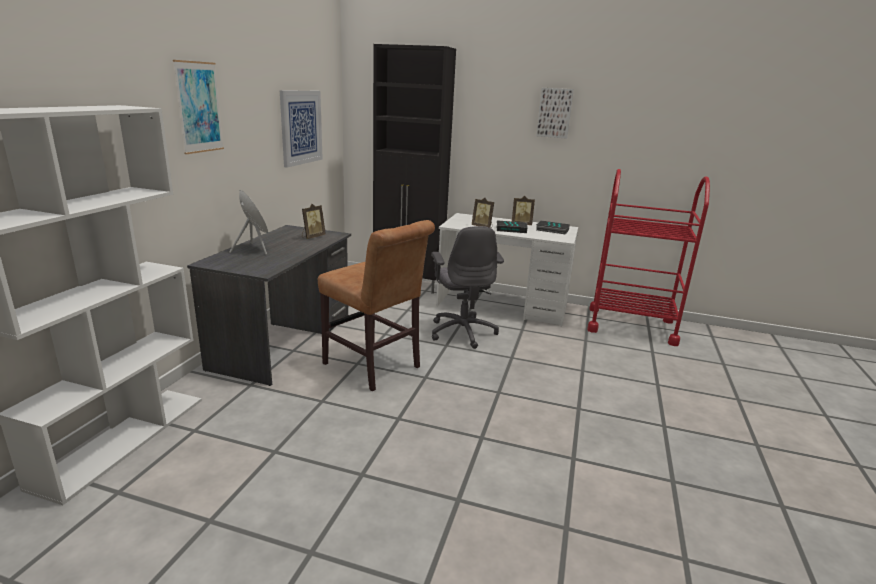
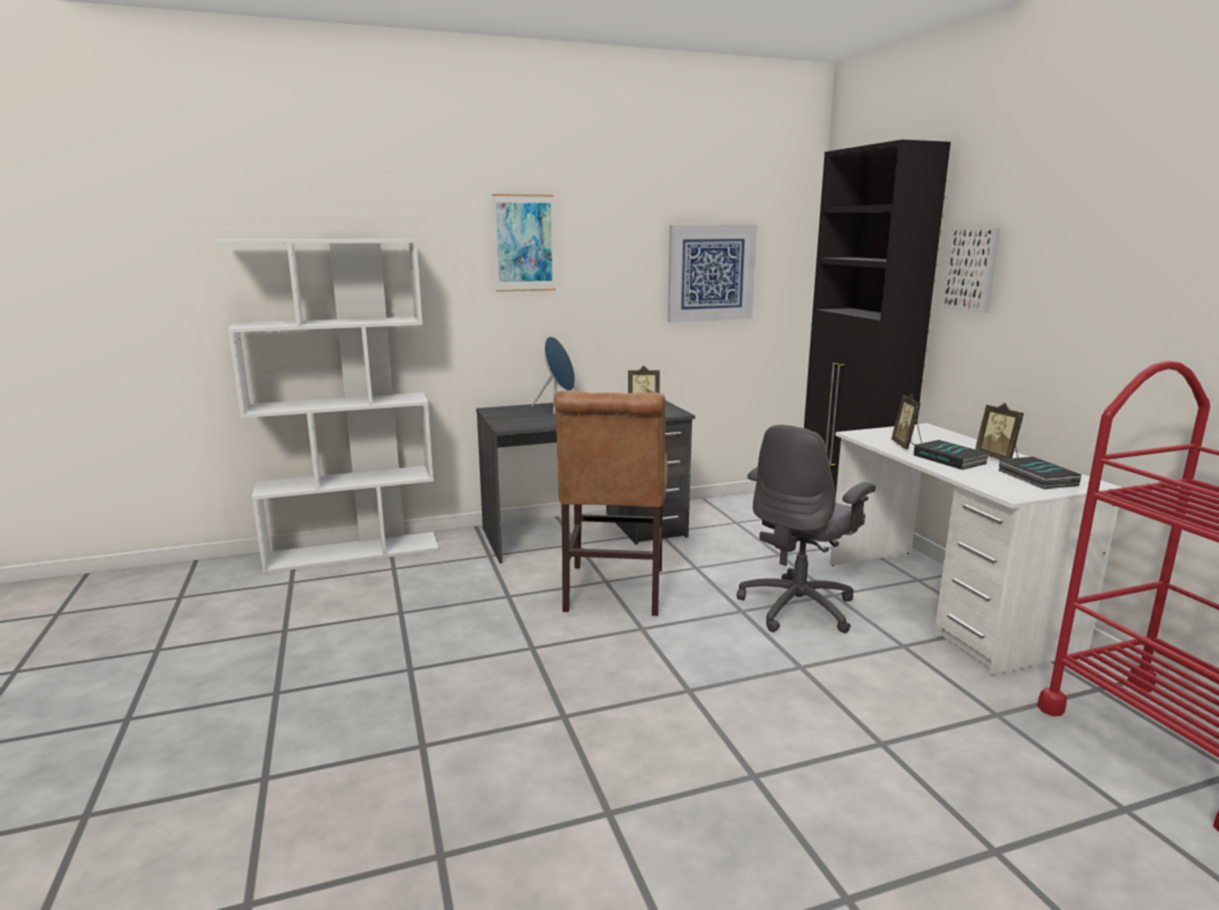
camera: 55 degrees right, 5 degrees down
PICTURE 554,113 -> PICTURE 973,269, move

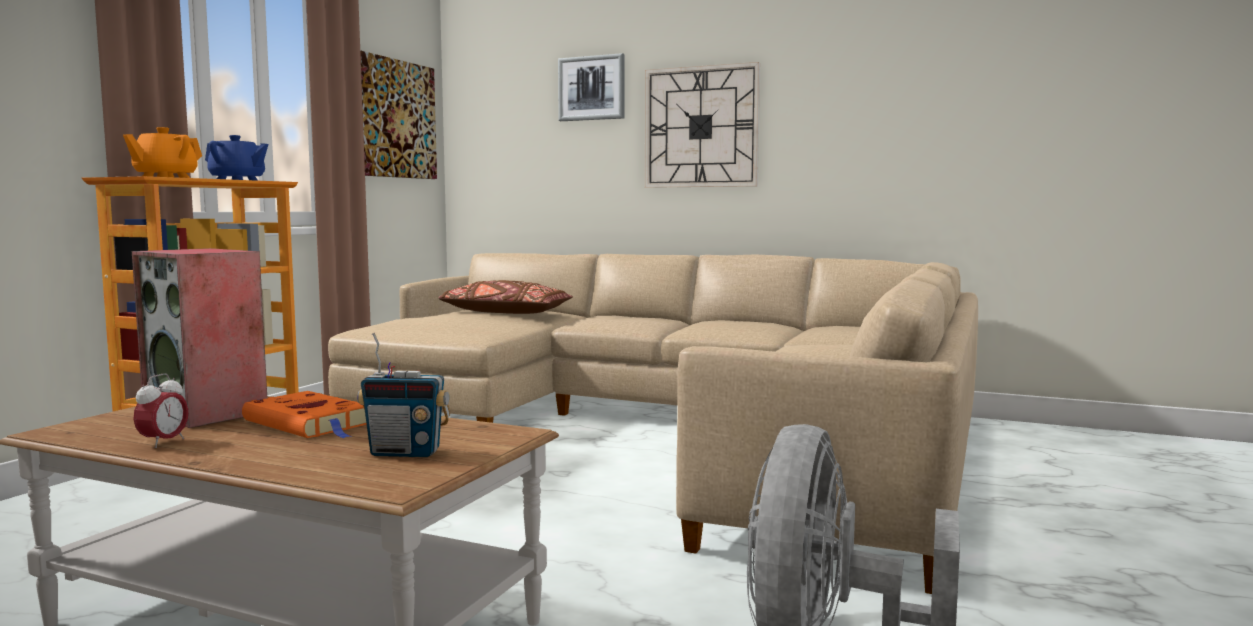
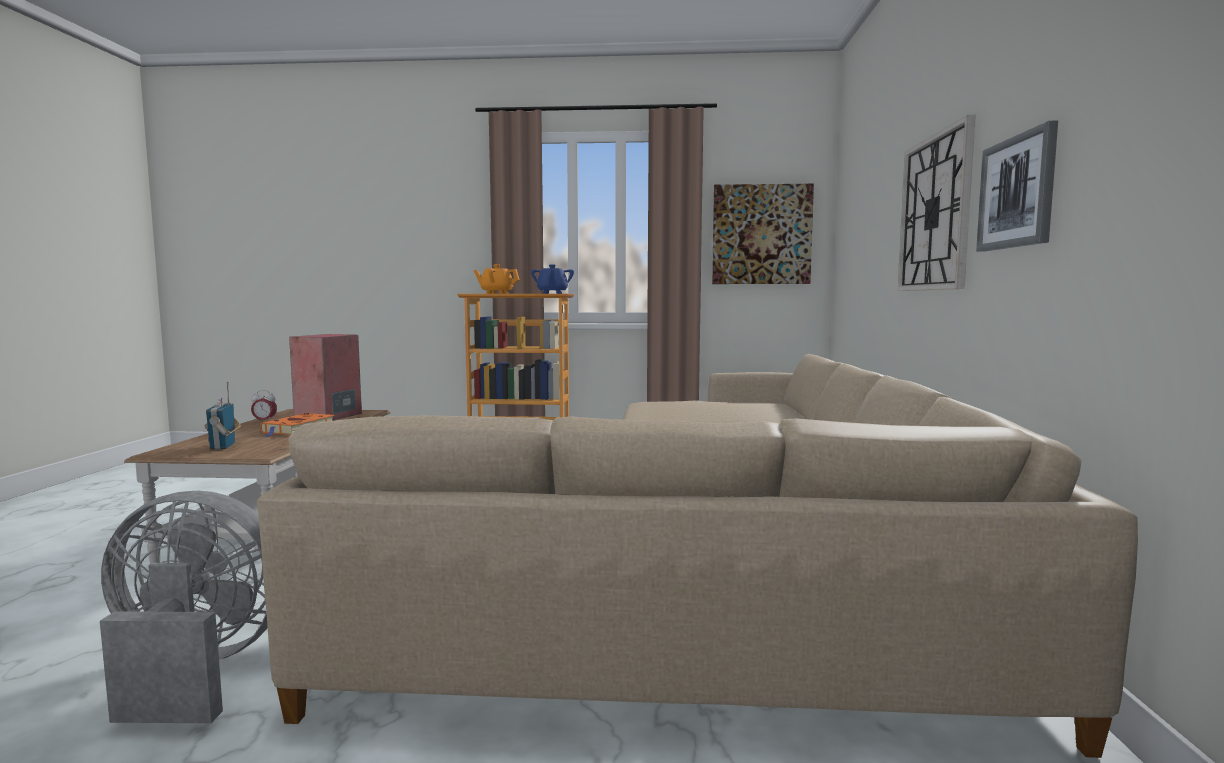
camera: 70 degrees right, 0 degrees up
BROWNISH CUSHION 505,312 -> none
PICTURE 591,88 -> PICTURE 1017,192, move

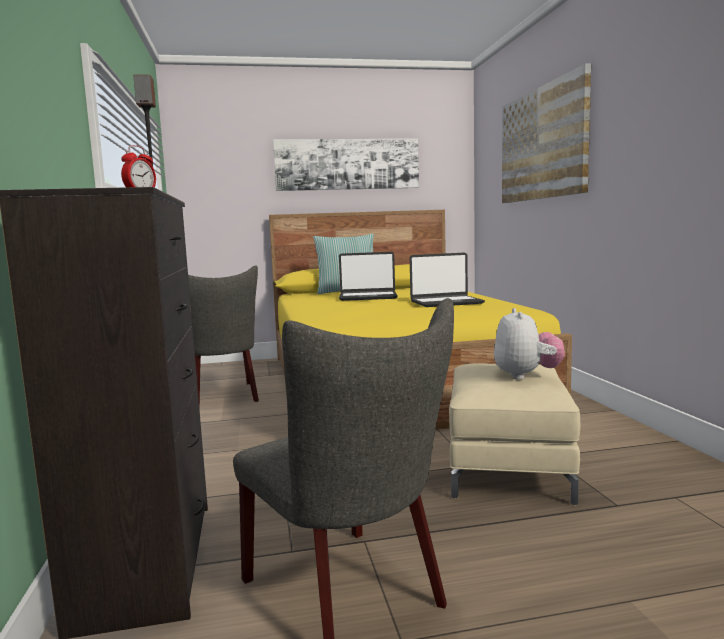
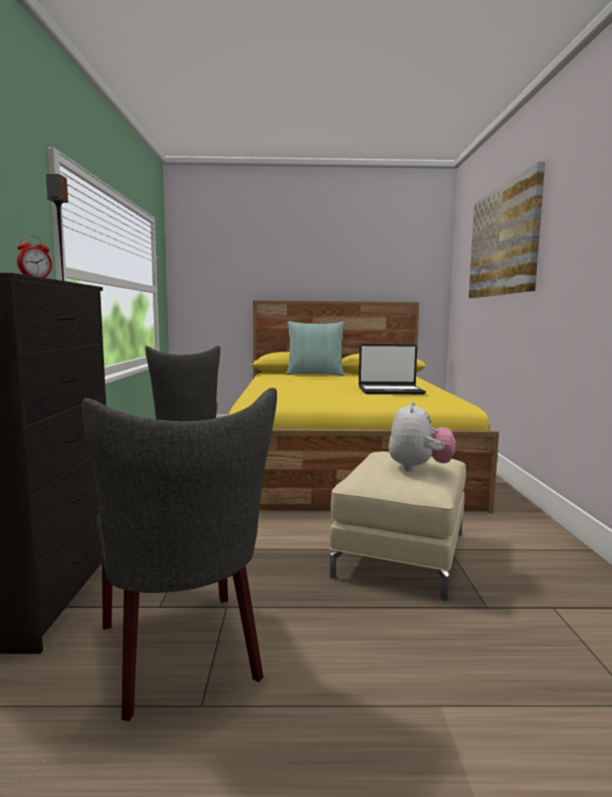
camera: 10 degrees right, 0 degrees up
PICTURE 347,164 -> none
LAPTOP 368,297 -> none

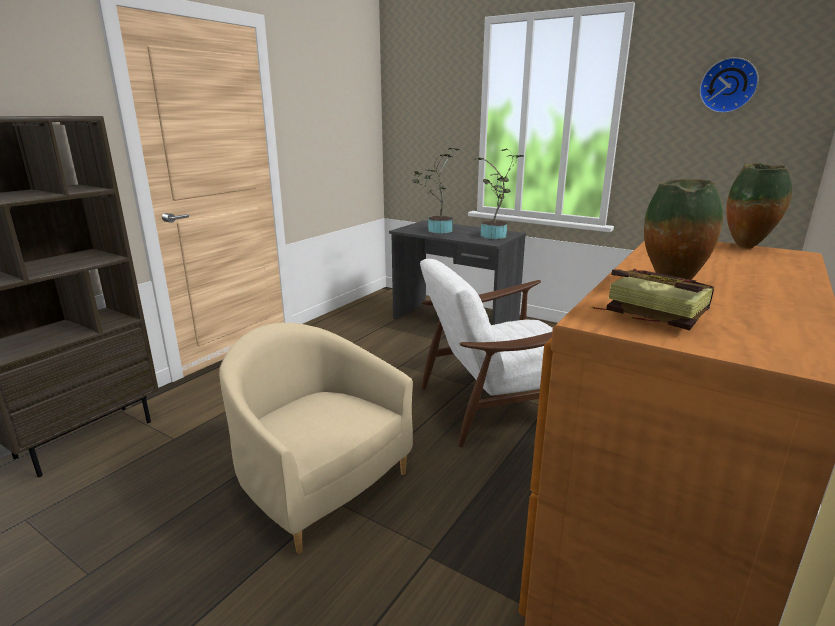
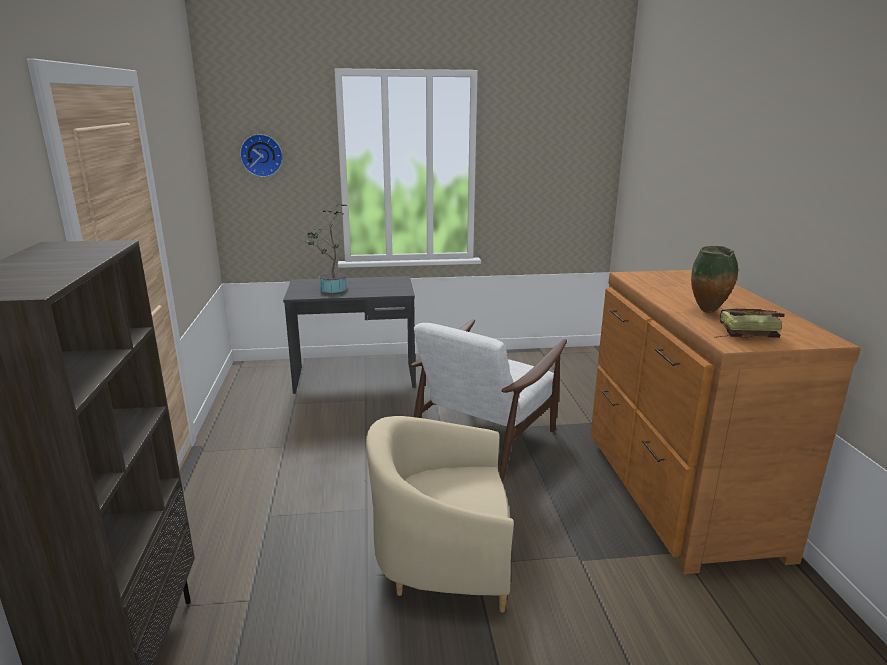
camera: 40 degrees left, 0 degrees up
POTTED PLANT 494,236 -> none
HANGING CLOCK 728,85 -> HANGING CLOCK 262,155, move
VASE 747,248 -> none

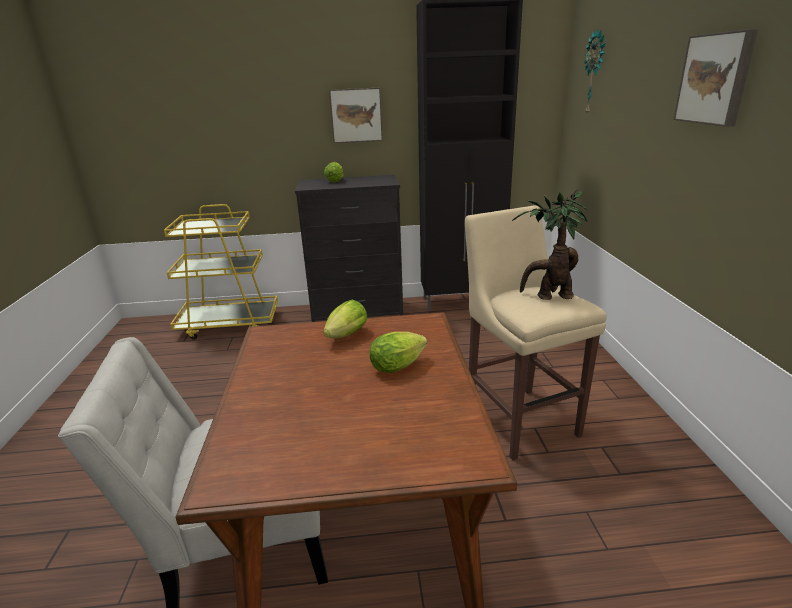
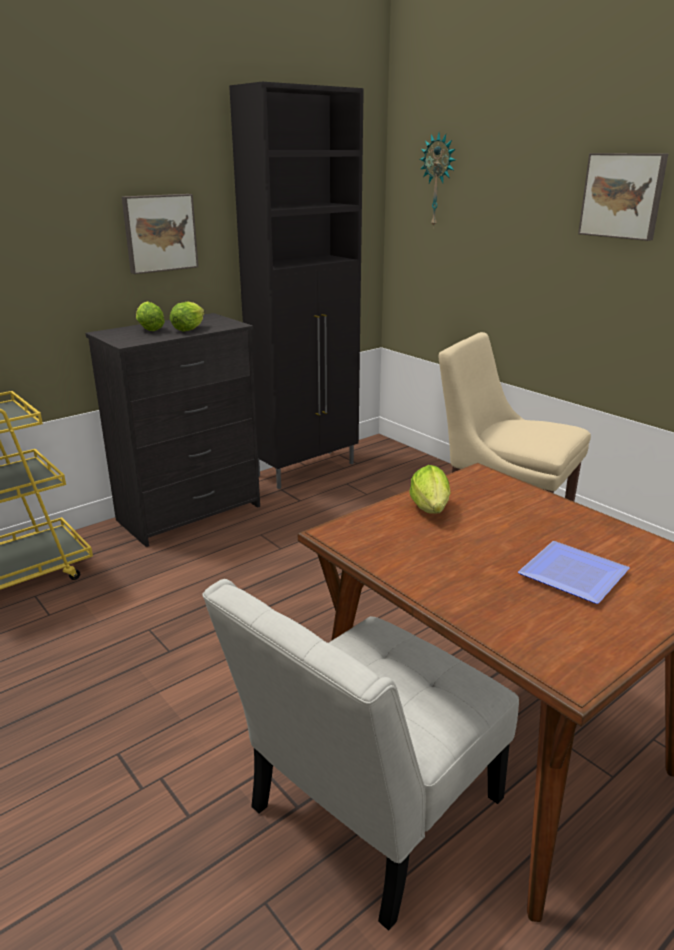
camera: 35 degrees left, 0 degrees up
LETTUCE HEAD 400,365 -> LETTUCE HEAD 190,329, move
POTTED PLANT 549,296 -> none
none -> DINNER PLATE 574,577

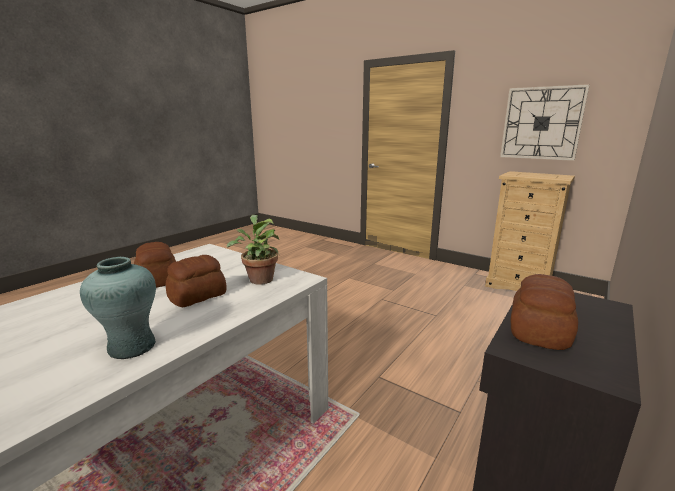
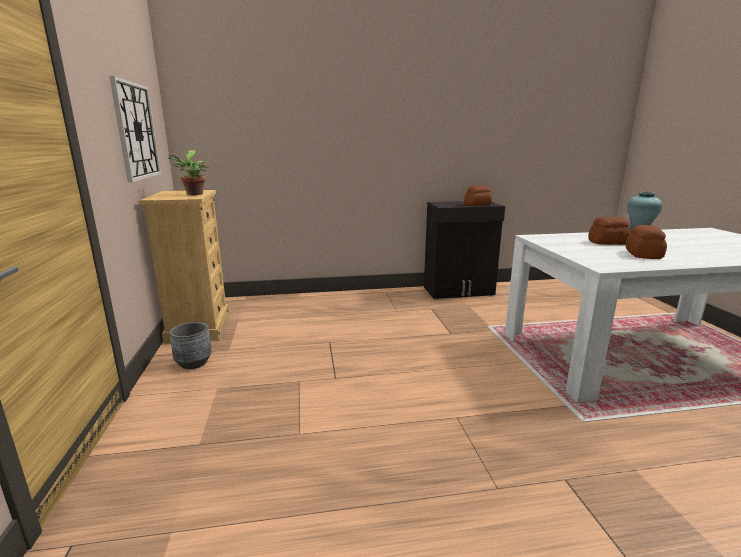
camera: 135 degrees left, 0 degrees up
POTTED PLANT 259,279 -> POTTED PLANT 194,194, move
none -> GREYISH PLANT POT 194,363

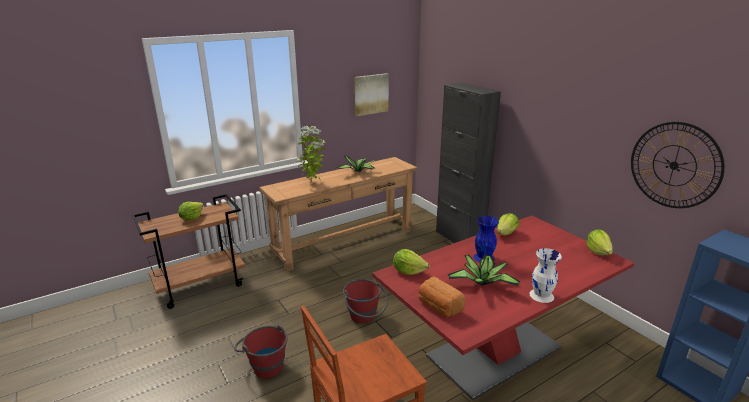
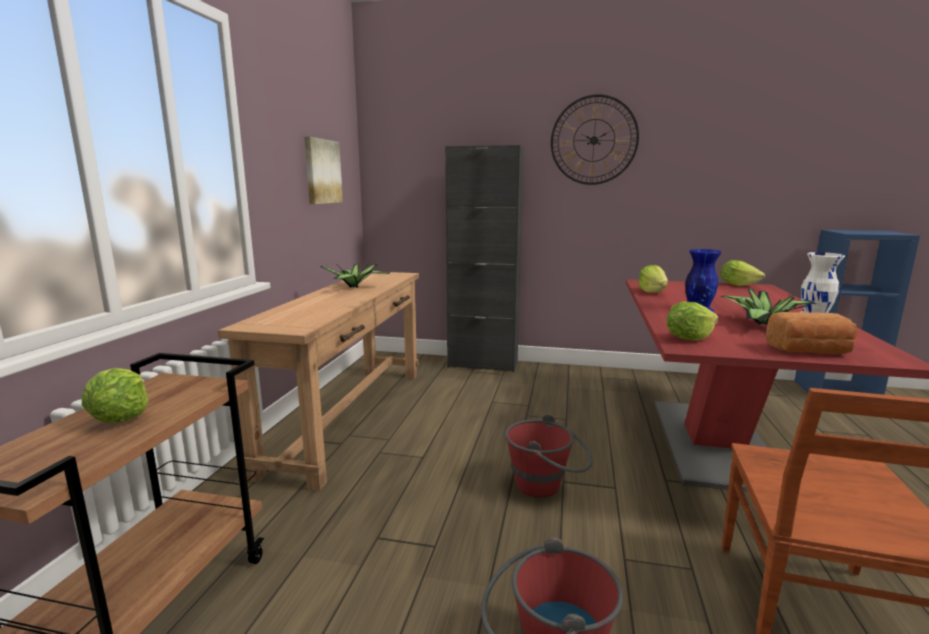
camera: 45 degrees left, 10 degrees down
POTTED PLANT 312,183 -> none
HANGING CLOCK 674,165 -> HANGING CLOCK 594,140, move

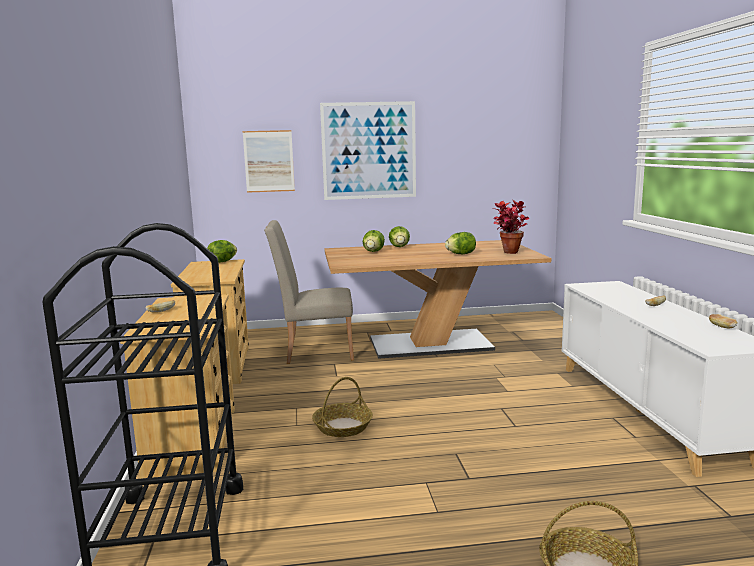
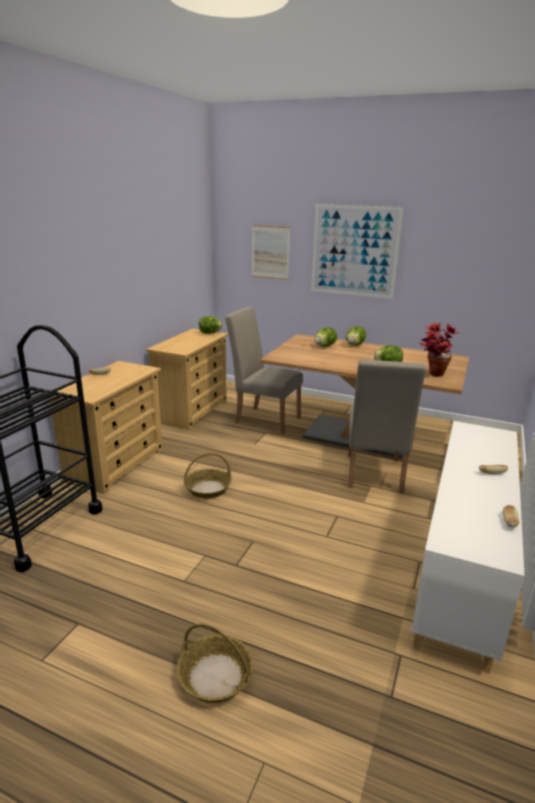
camera: 30 degrees right, 10 degrees up
none -> SAND-COLOURED PLAIN CHAIR 373,476

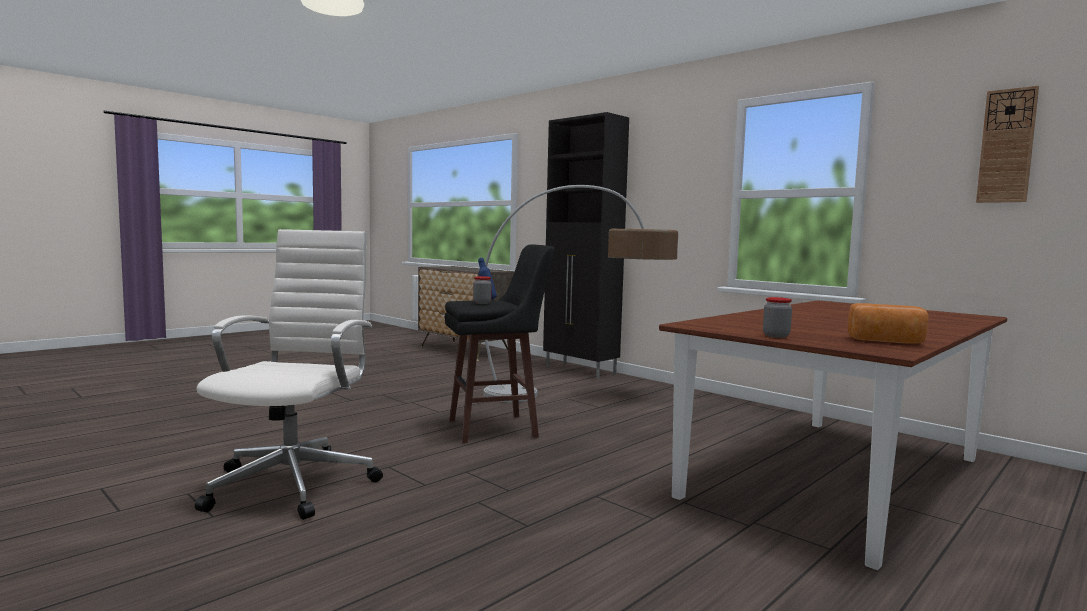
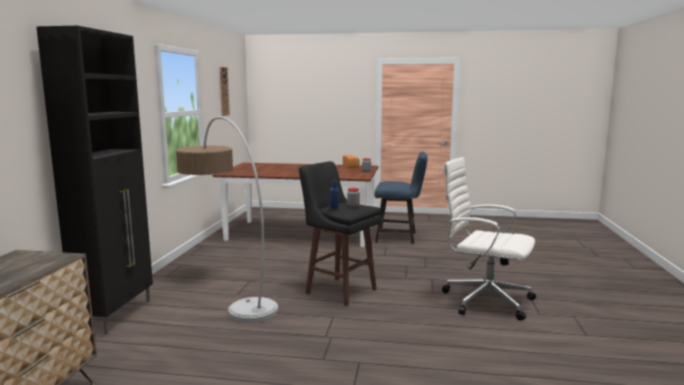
camera: 125 degrees left, 5 degrees up
WHITISH DESK CHAIR 295,483 -> WHITISH DESK CHAIR 484,300, 60 degrees clockwise
none -> BLUISH PLAIN CHAIR 399,237

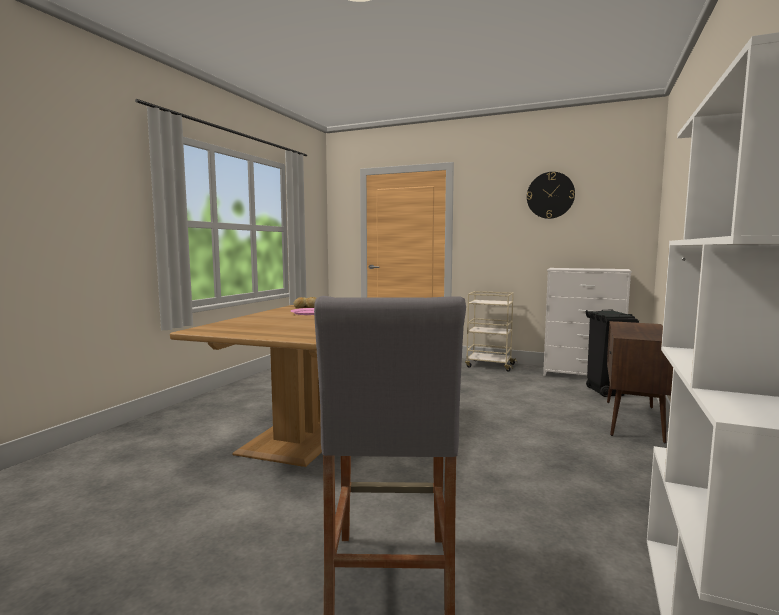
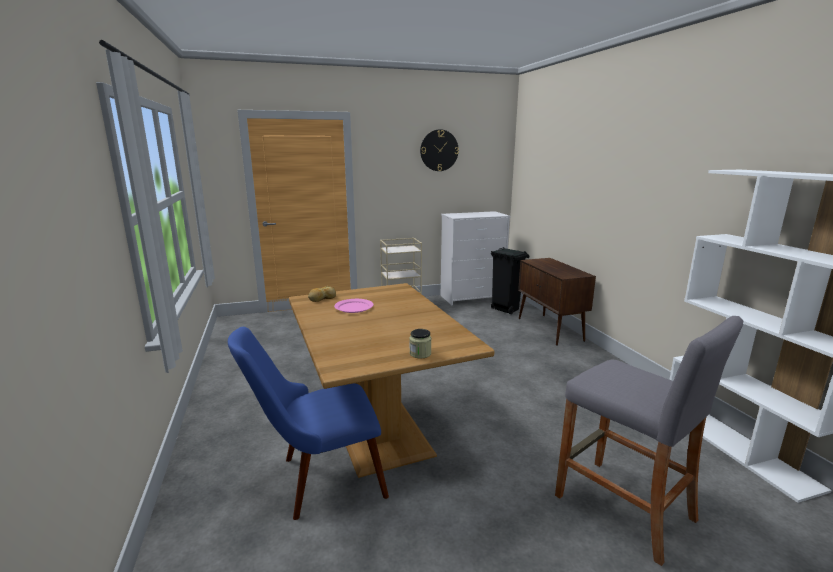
camera: 40 degrees left, 10 degrees up
none -> BLUISH PLAIN CHAIR 318,480
none -> JAR 420,353

